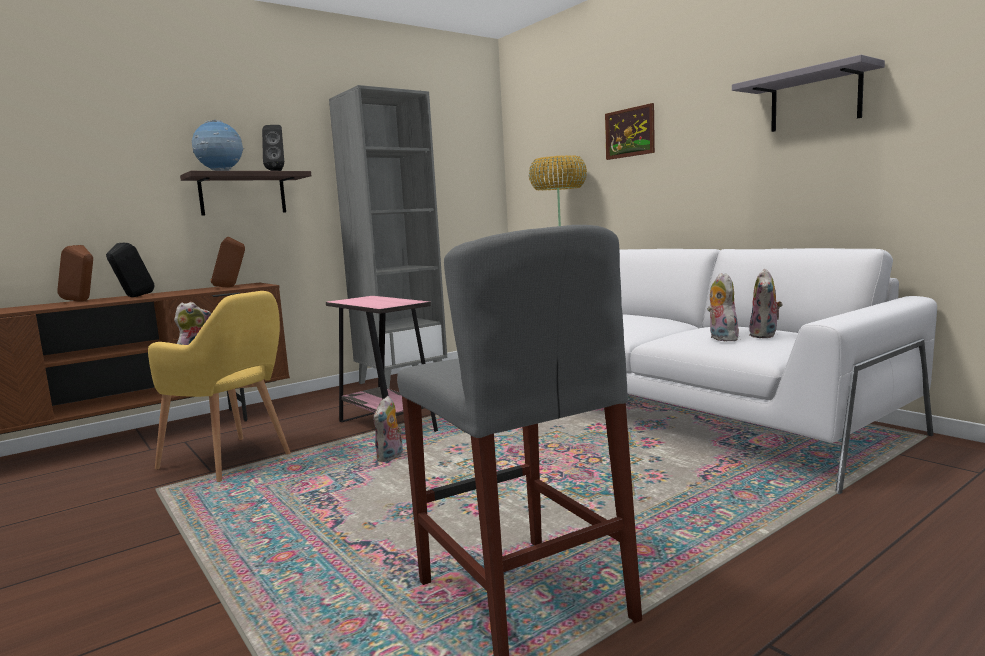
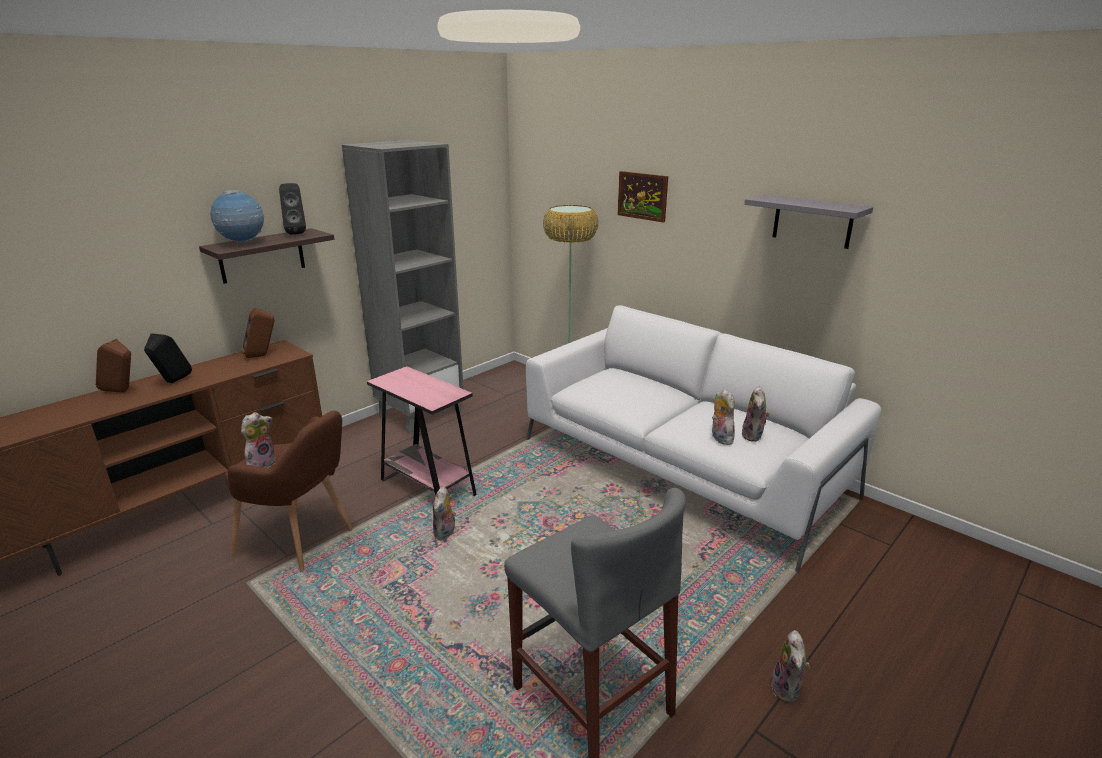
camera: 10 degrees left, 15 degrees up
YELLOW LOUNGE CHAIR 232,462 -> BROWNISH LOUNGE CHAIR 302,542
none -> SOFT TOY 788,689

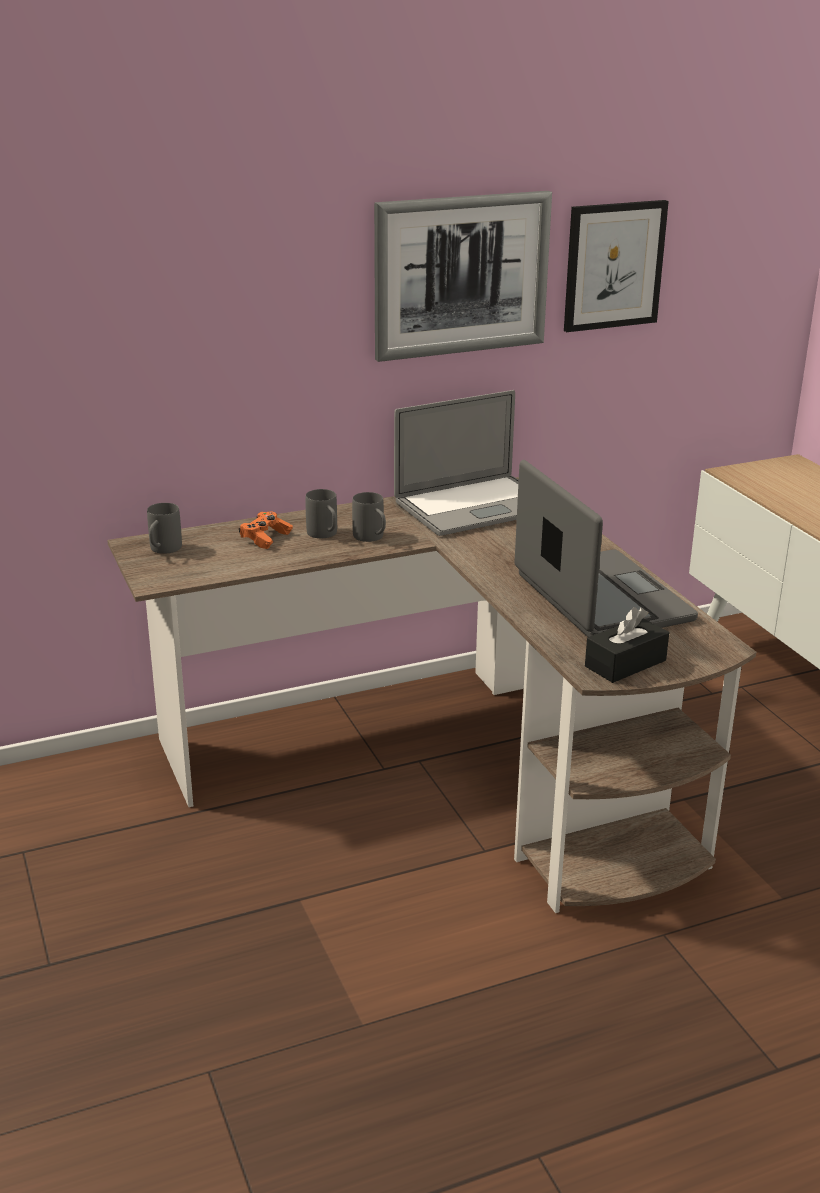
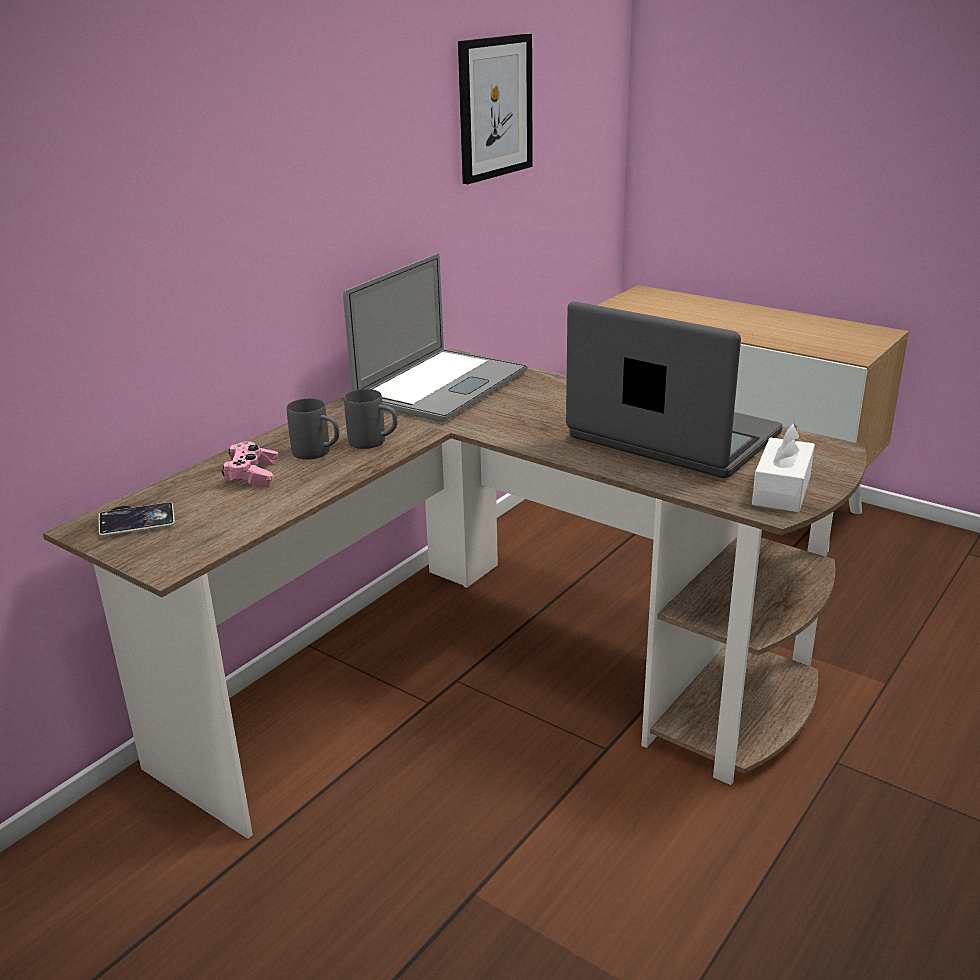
camera: 30 degrees left, 0 degrees up
GREYISH COFFEE MUG 163,550 -> TELEPHONE 137,523
ORANGEY GAMEPAD 265,538 -> PINK GAMEPAD 252,475
PICTURE 461,275 -> none
BLACK-COLOURED TISSUE HOLDER 625,663 -> WHITISH TISSUE HOLDER 781,490

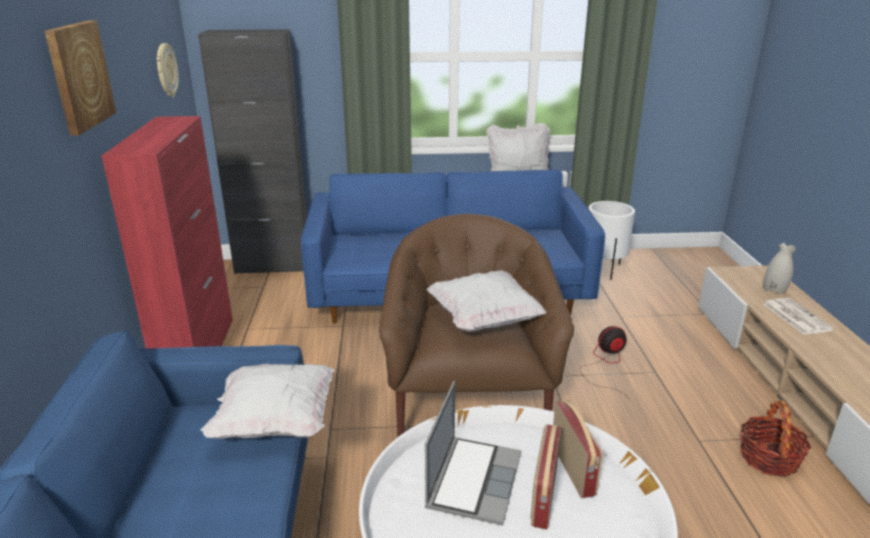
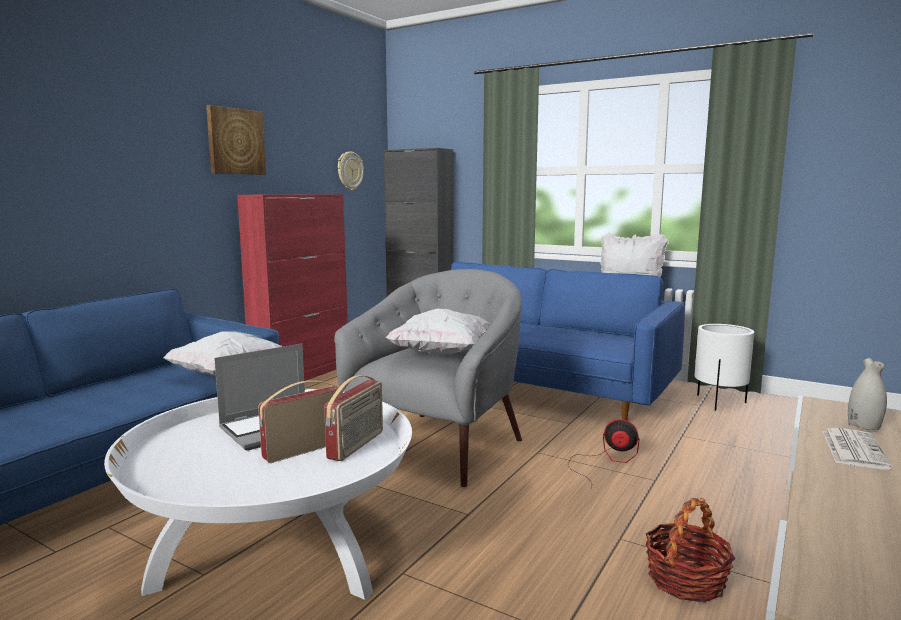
camera: 35 degrees right, 15 degrees down
BROWNISH LOUNGE CHAIR 468,400 -> GREYISH LOUNGE CHAIR 439,445

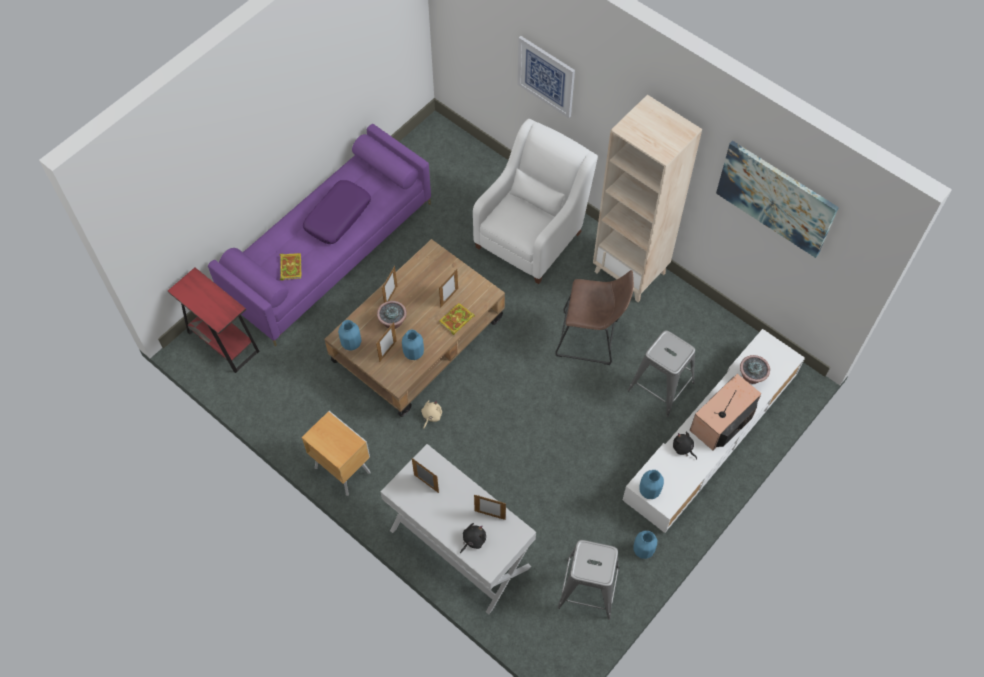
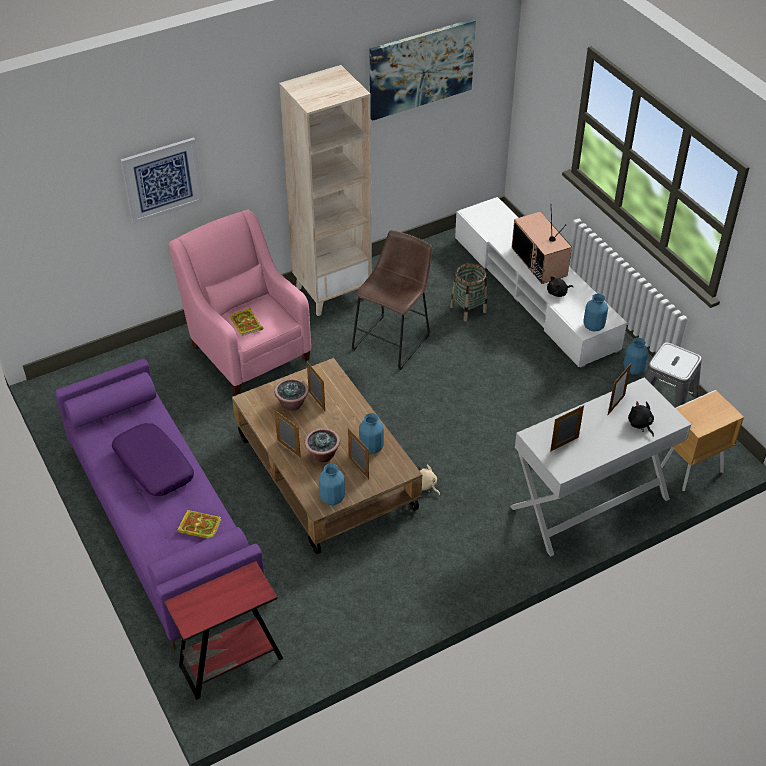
camera: 70 degrees left, 15 degrees down
BROWNISH NIGHT TABLE 342,469 -> BROWNISH NIGHT TABLE 689,469, move
BOUND BOOK 456,320 -> BOUND BOOK 247,324, move
WHITISH LOUNGE CHAIR 532,235 -> PINK LOUNGE CHAIR 247,348
GREYISH STOOL SEAT 660,386 -> BASKET 468,309
POTTED PLANT 751,376 -> POTTED PLANT 292,404, move

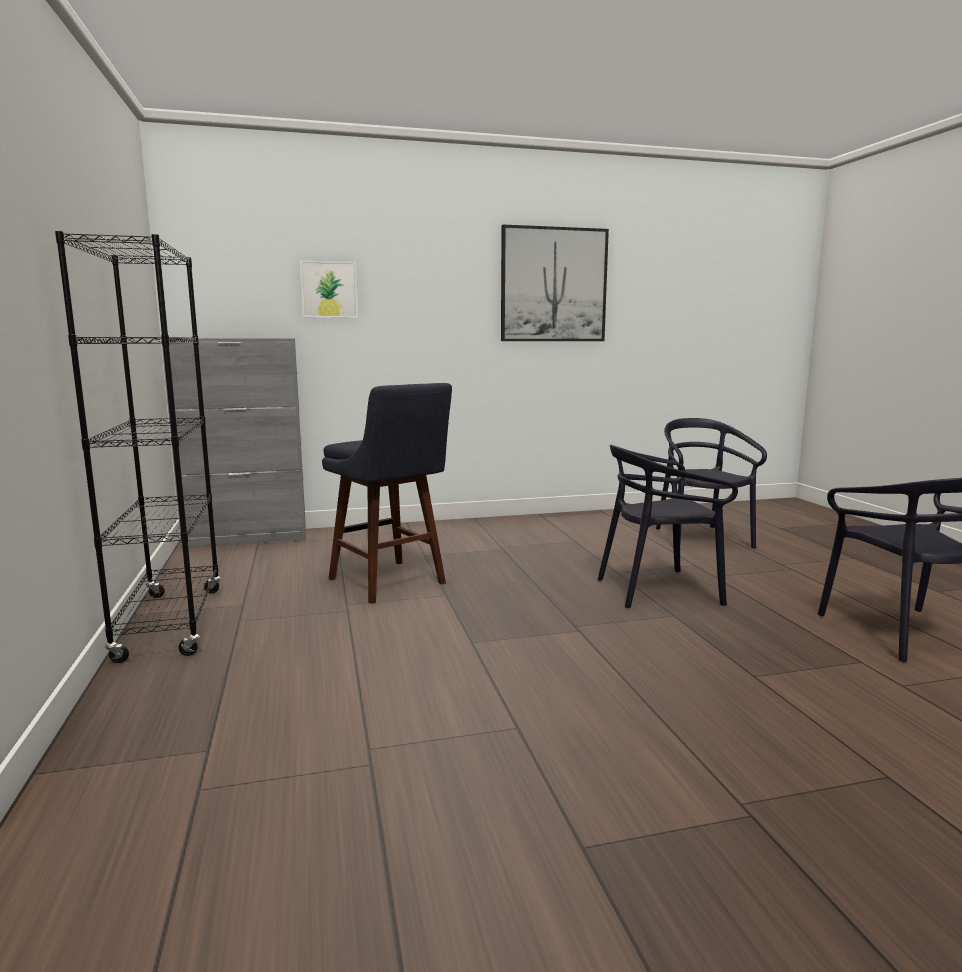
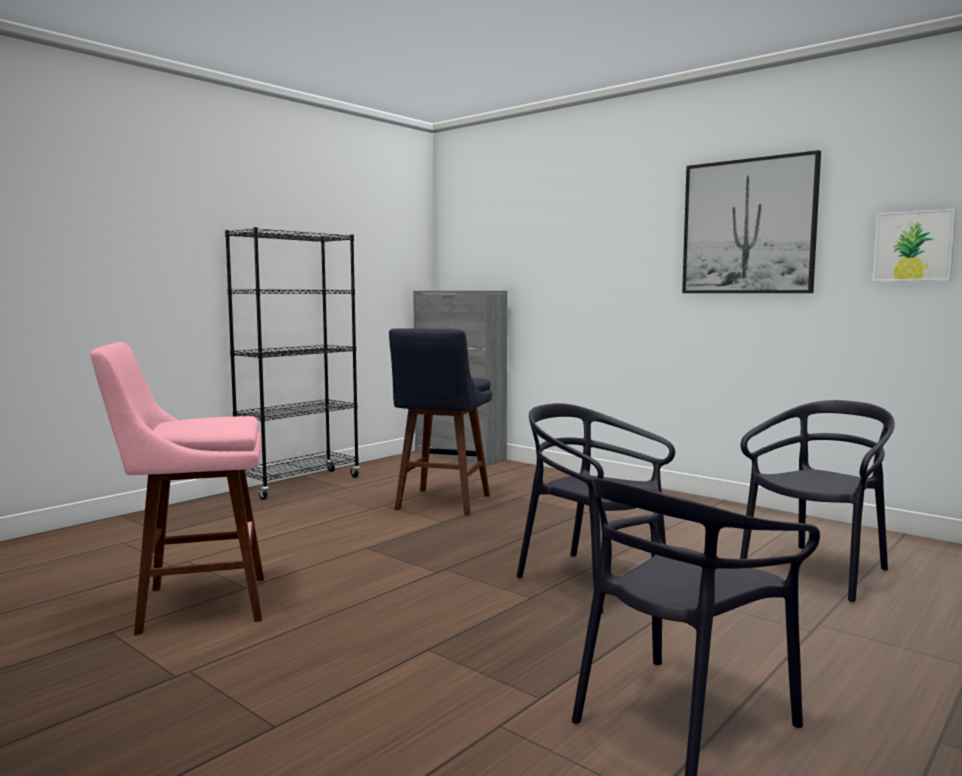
camera: 55 degrees right, 5 degrees down
PICTURE 329,290 -> PICTURE 913,246, move
none -> PINK STOOL SEAT 193,605

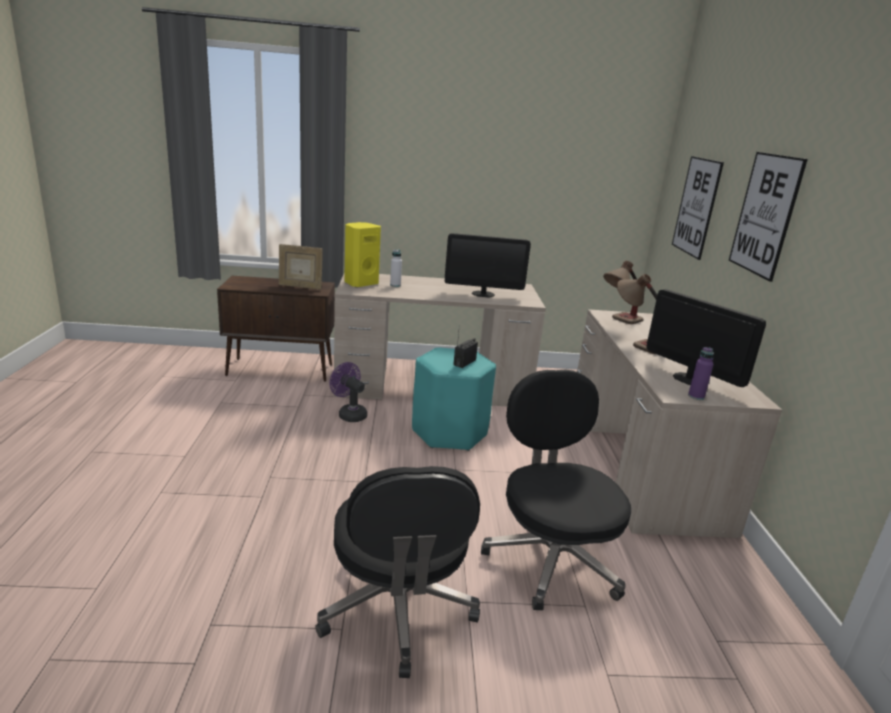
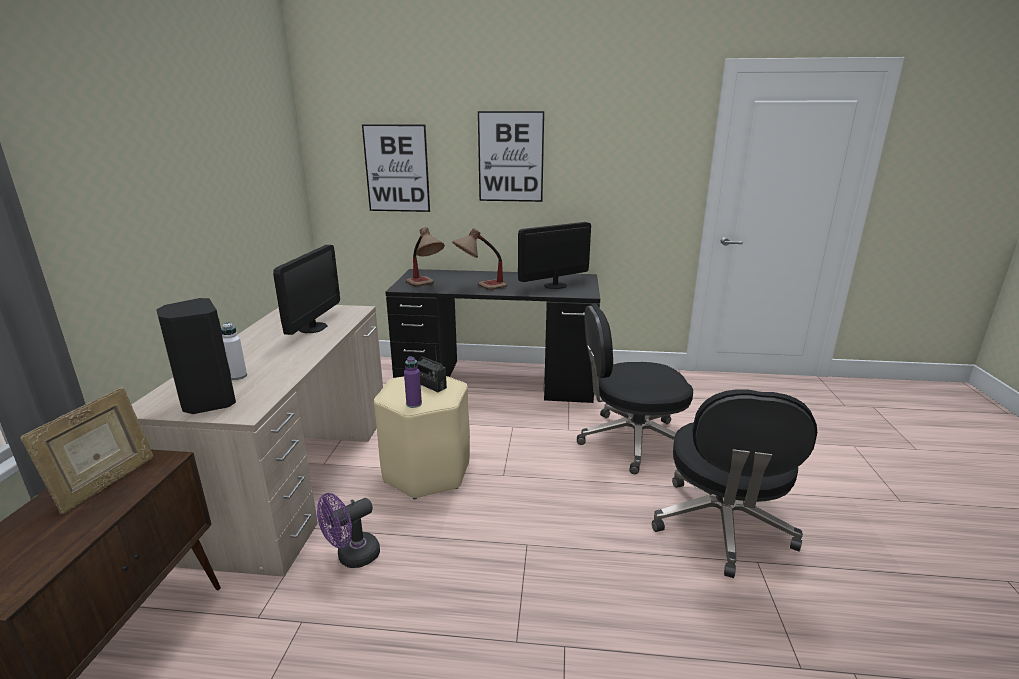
camera: 80 degrees left, 0 degrees up
BLACK-COLOURED DESK CHAIR 397,611 -> BLACK-COLOURED DESK CHAIR 721,527, 105 degrees clockwise
YELLOW LOUDSPEAKER 360,283 -> BLACK-COLOURED LOUDSPEAKER 207,402
TURQUOISE STOOL SEAT 449,433 -> SAND-COLOURED STOOL SEAT 427,472
SAND-COLOURED DESK UNIT 640,462 -> BLACK-COLOURED DESK UNIT 497,379
PURPLISH BEVERAGE BOTTLE 696,396 -> PURPLISH BEVERAGE BOTTLE 414,404, move

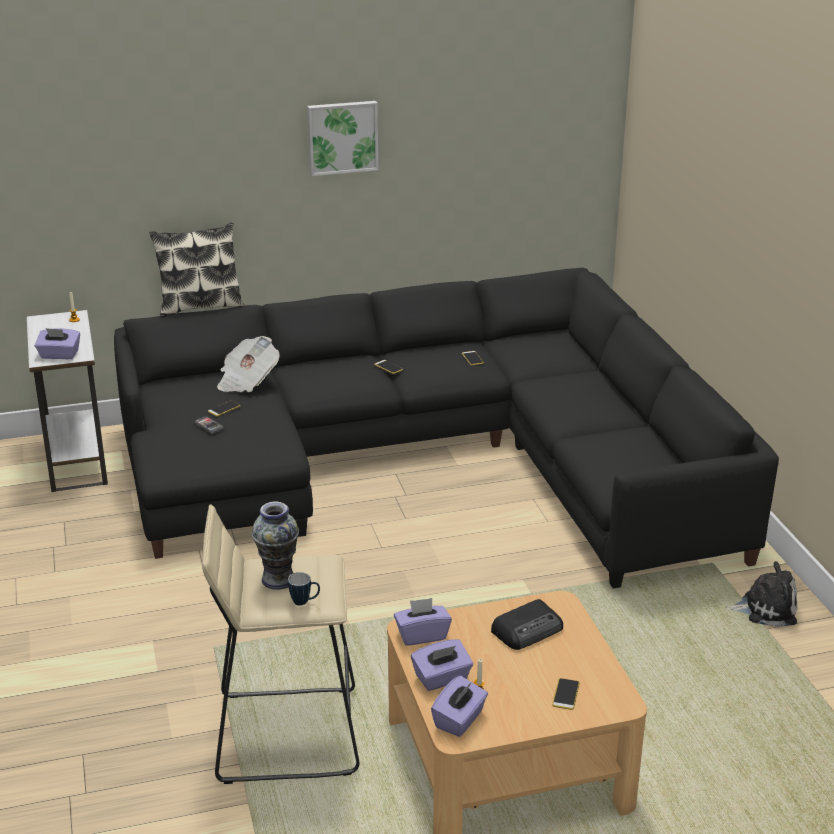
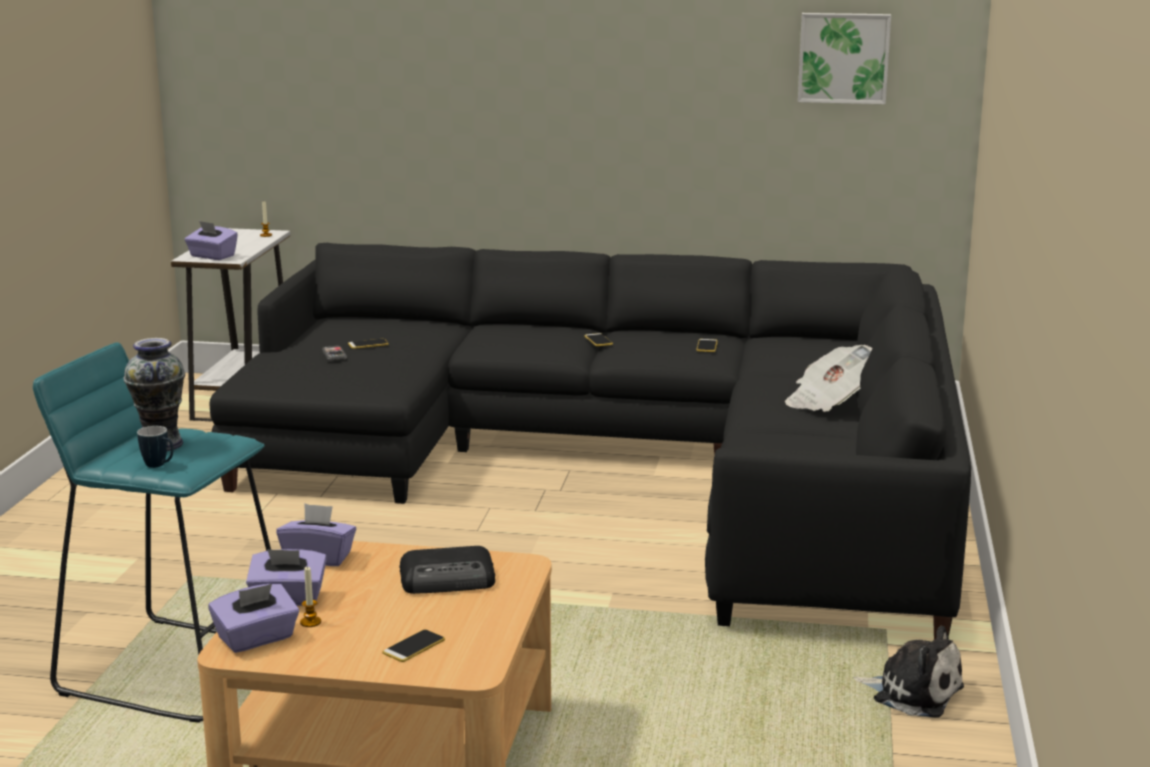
camera: 25 degrees right, 10 degrees down
CUSHION 200,306 -> none
SAND-COLOURED STOOL SEAT 286,733 -> TURQUOISE STOOL SEAT 175,668
DAILY PAPER 247,381 -> DAILY PAPER 829,402, move
PICTURE 342,137 -> PICTURE 843,58, move

